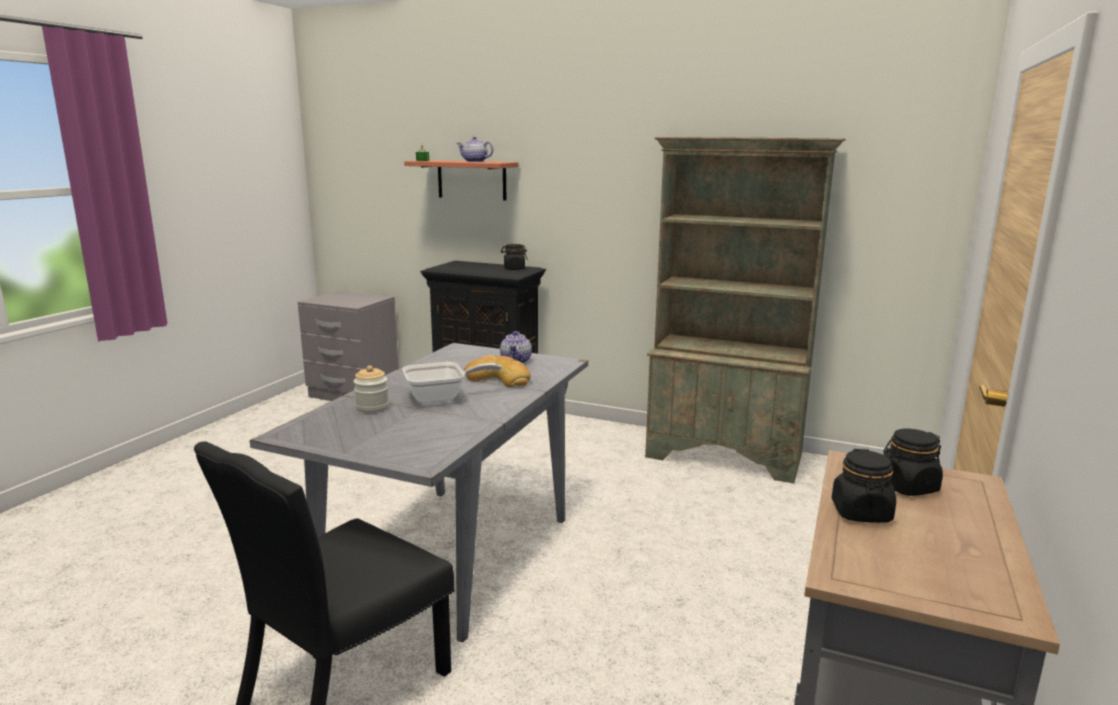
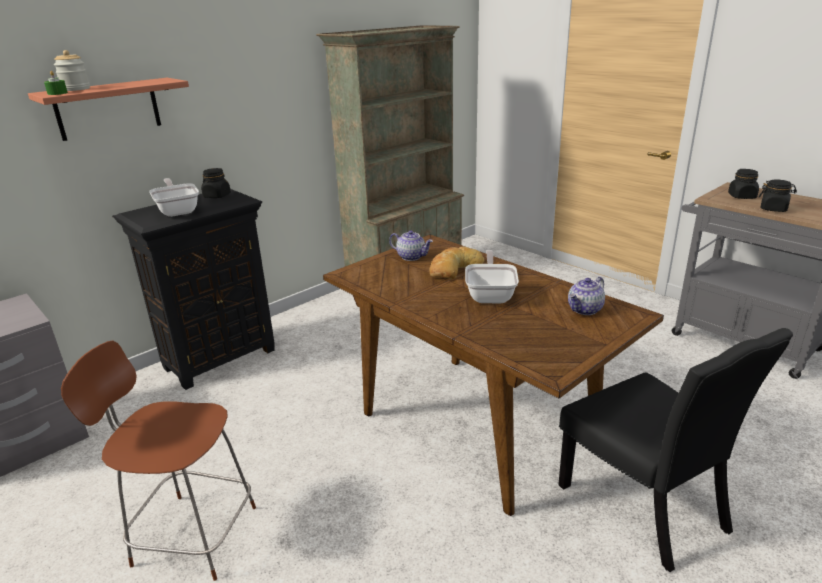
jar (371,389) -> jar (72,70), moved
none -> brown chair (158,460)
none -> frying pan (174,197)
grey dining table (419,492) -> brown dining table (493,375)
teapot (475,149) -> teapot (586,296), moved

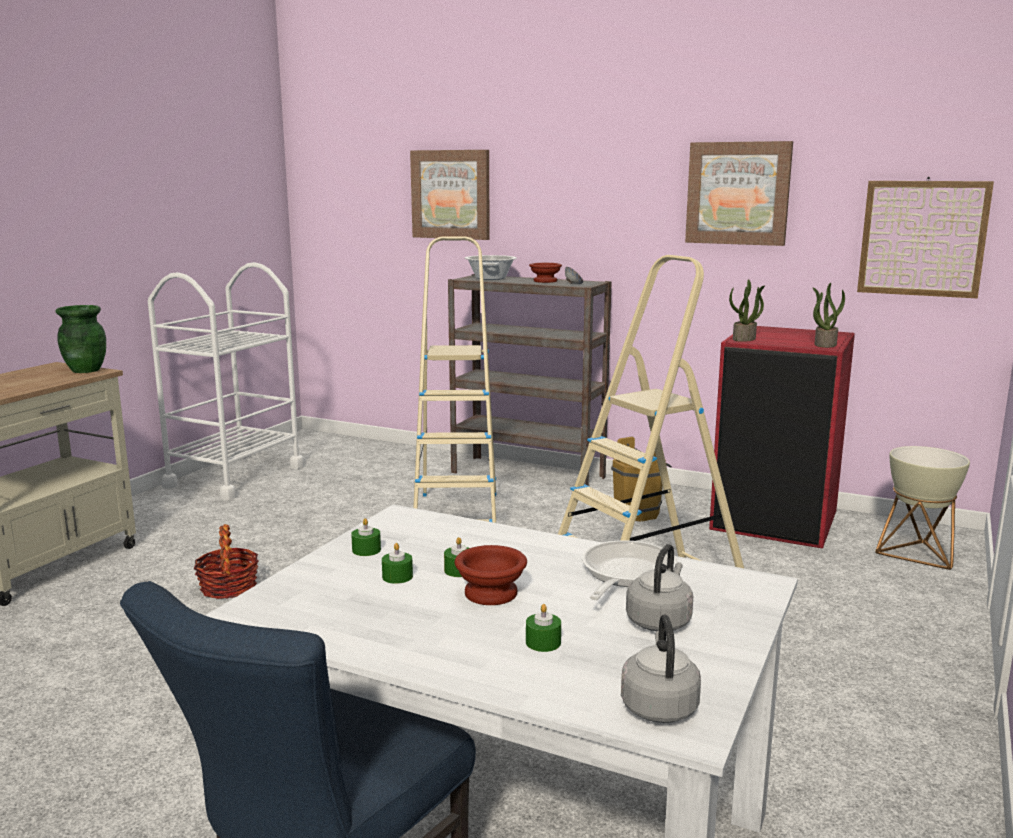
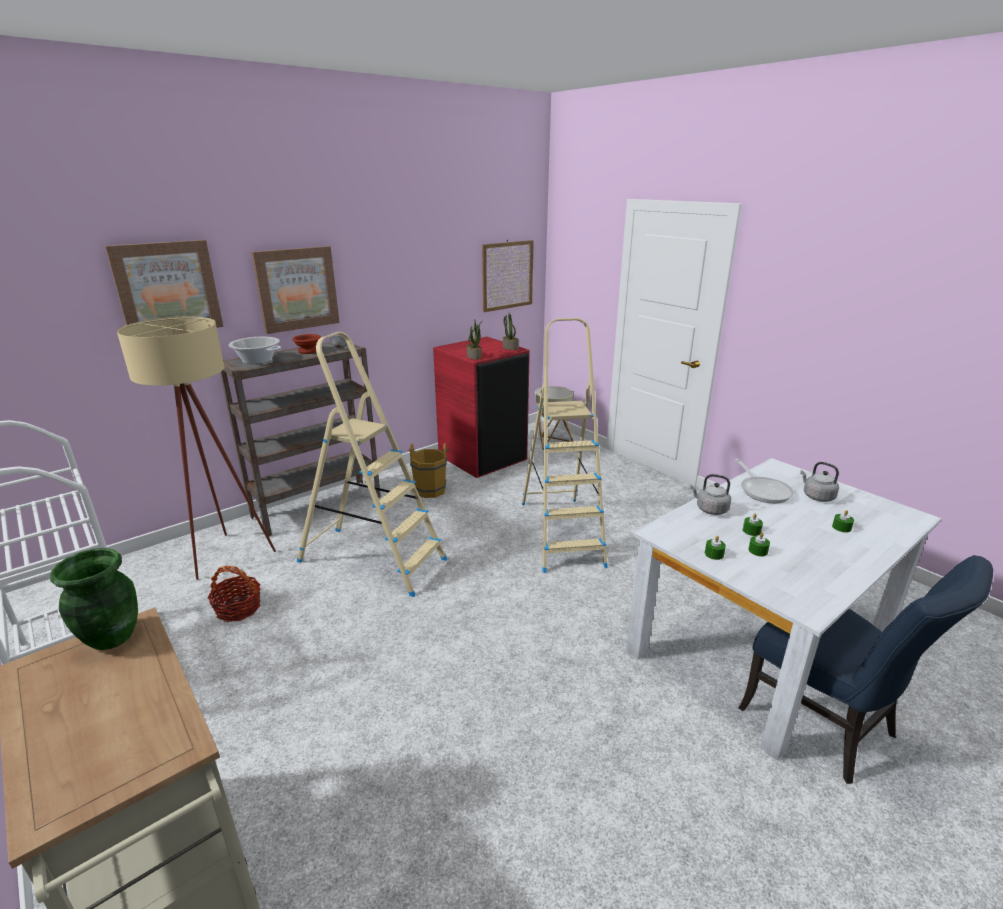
none -> beige floor lamp (196,448)
basket (226,561) -> basket (234,594), moved
picture (739,193) -> picture (295,290), moved
grey kettle (661,669) -> grey kettle (710,494), moved
frying pan (630,570) -> frying pan (764,481), 150 degrees counterclockwise
brown bowl (491,575) -> none

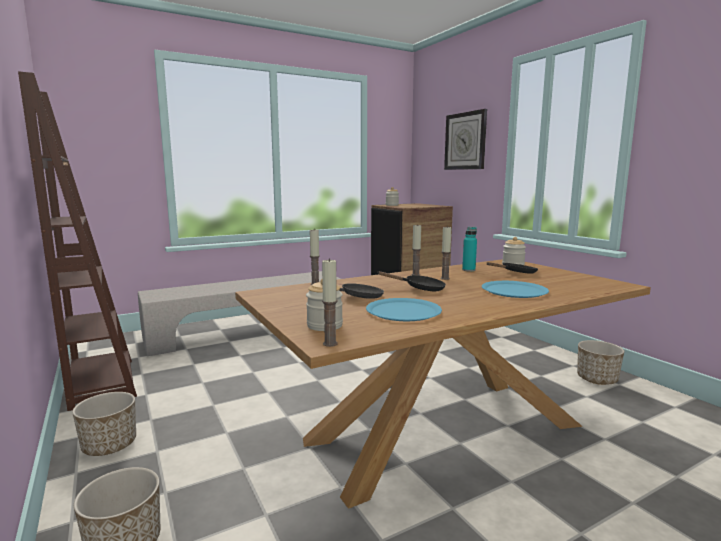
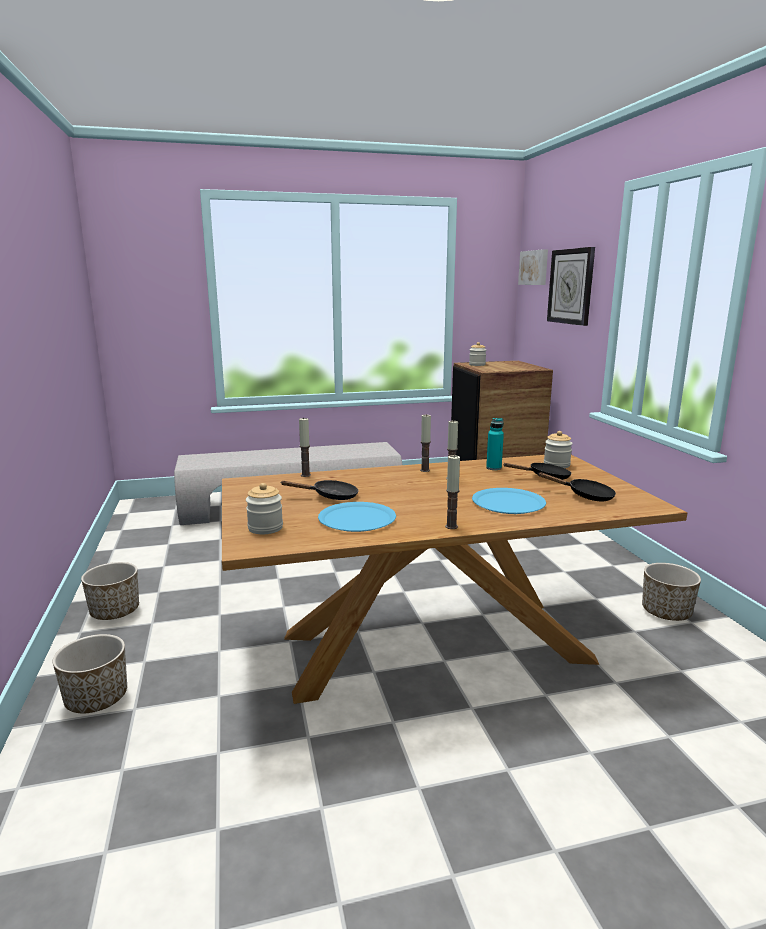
candle (330,302) -> candle (452,492), moved
none -> picture (533,267)
black frying pan (412,281) -> black frying pan (577,487), moved
brown bookcase (77,241) -> none

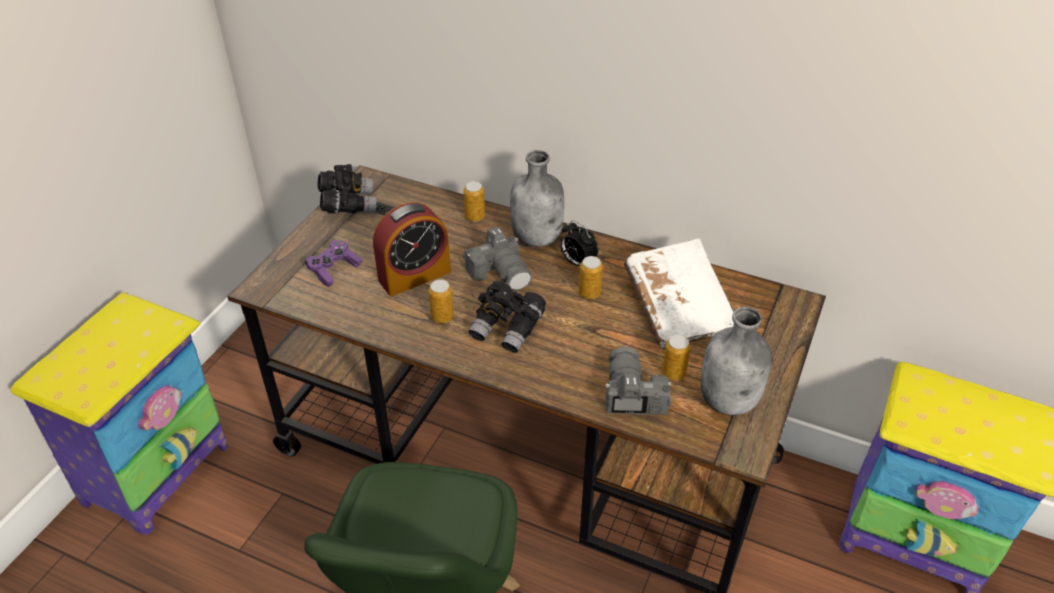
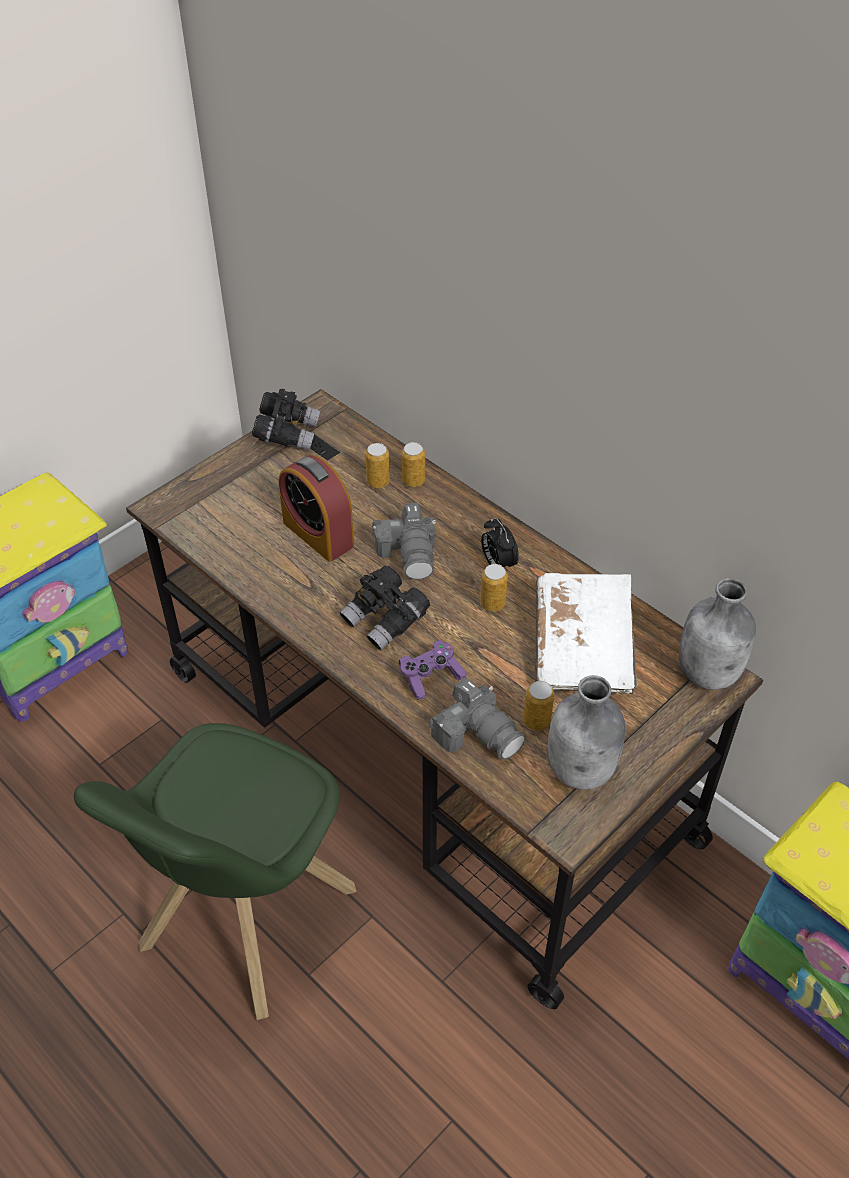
alarm clock (412,249) -> alarm clock (316,508), 60 degrees clockwise
can (441,301) -> can (377,465), moved
purple game controller (333,263) -> purple game controller (433,670), moved
photo camera (639,381) -> photo camera (477,718), 120 degrees clockwise
grey bottle (537,198) -> grey bottle (717,634), moved

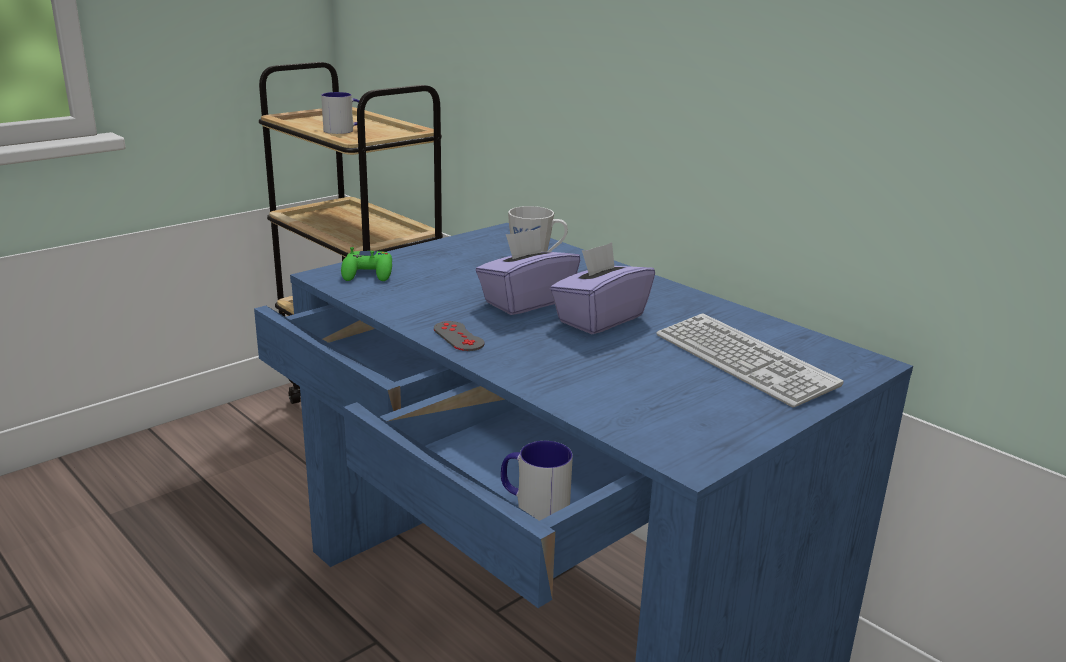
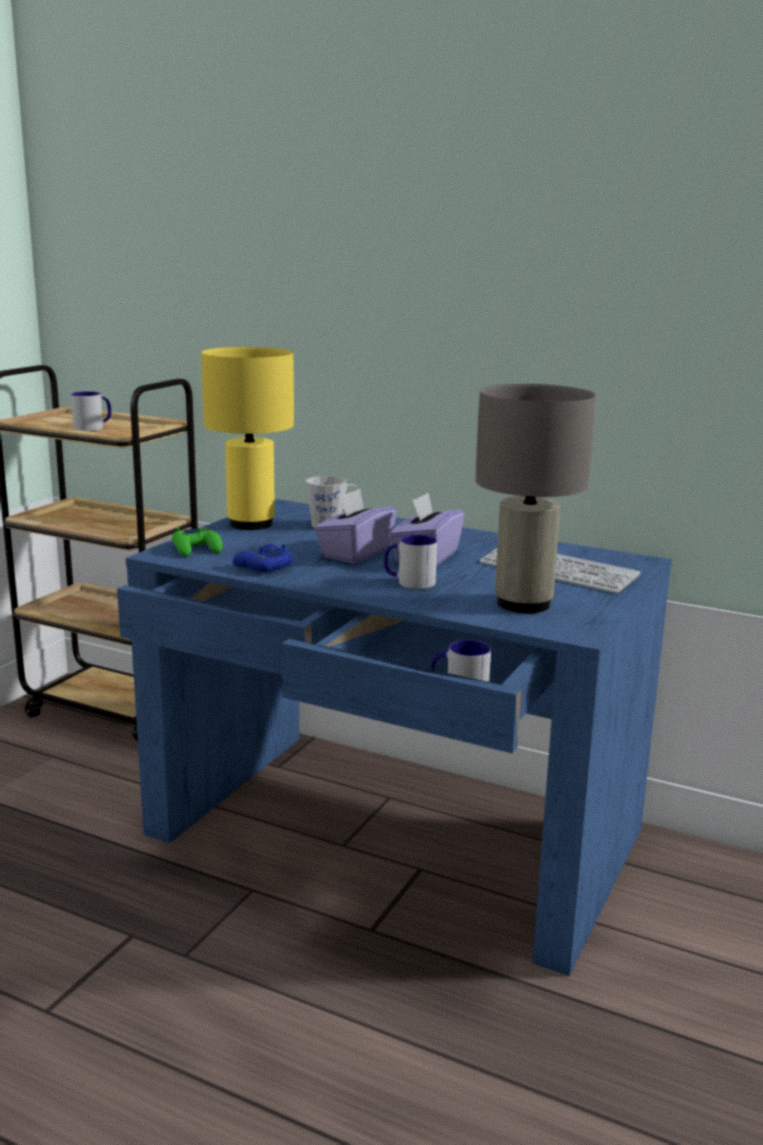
none -> yellow table lamp (247,438)
none -> blue game controller (263,558)
none -> mug (410,562)
none -> grey table lamp (536,498)
grey game controller (459,336) -> none

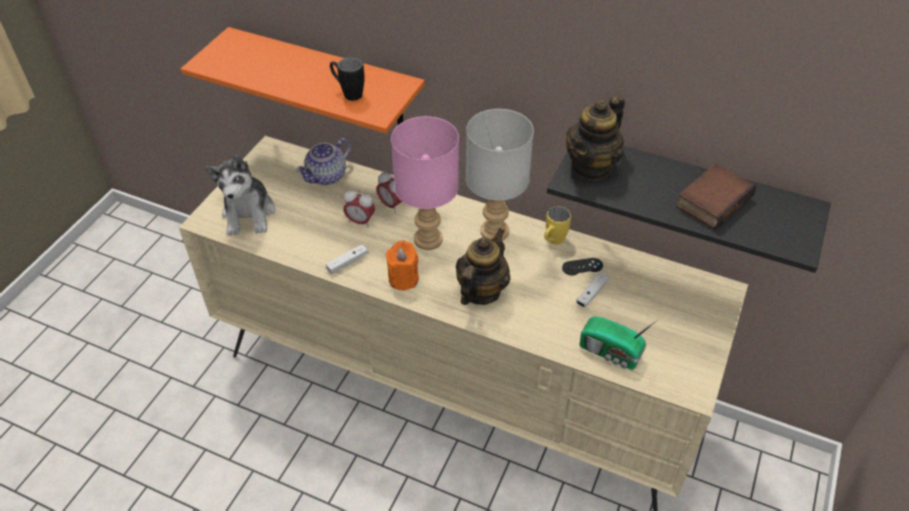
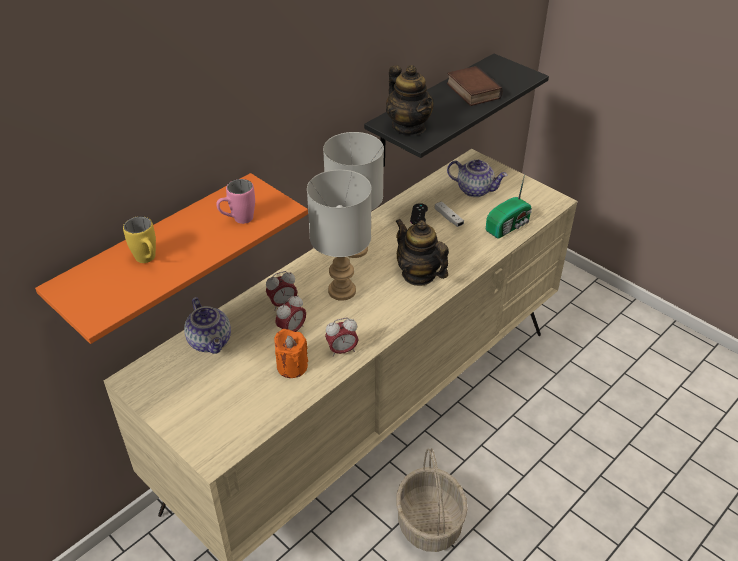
yellow mug (558,225) -> yellow mug (139,239), moved
black mug (347,79) -> pink mug (235,201)
orange candle (402,265) -> orange candle (291,353), moved
pink table lamp (425,183) -> grey table lamp (339,235)
white game controller (347,259) -> alarm clock (342,337)
none -> basket (432,500)
none -> teapot (477,178)
plush toy (240,195) -> none

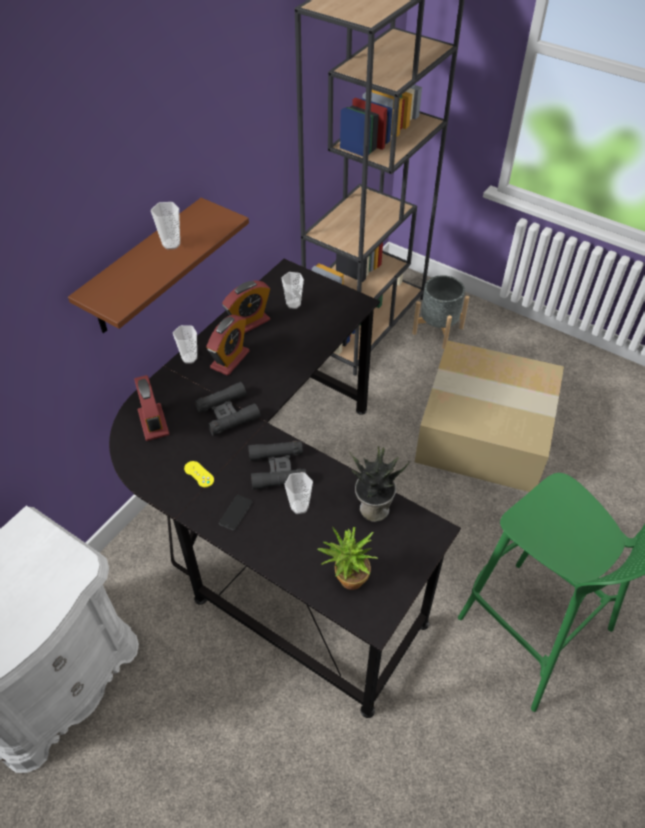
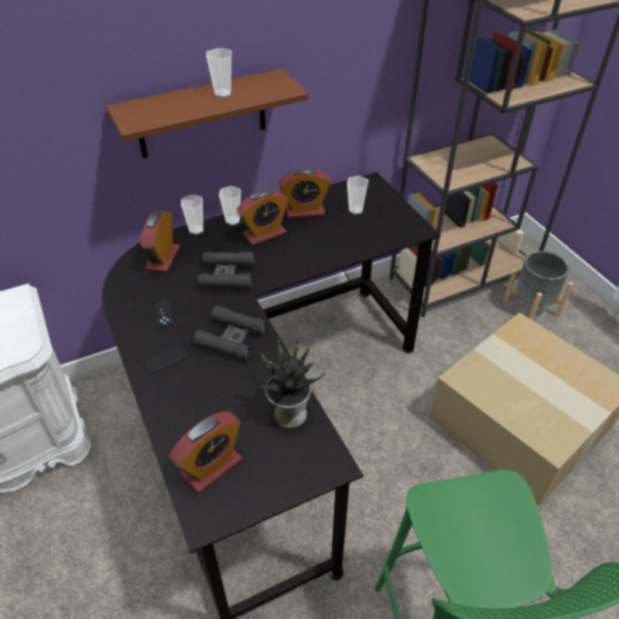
yellow game controller (199,474) -> black game controller (163,313)
potted plant (347,558) -> alarm clock (205,452)
cup (299,493) -> cup (192,215), moved

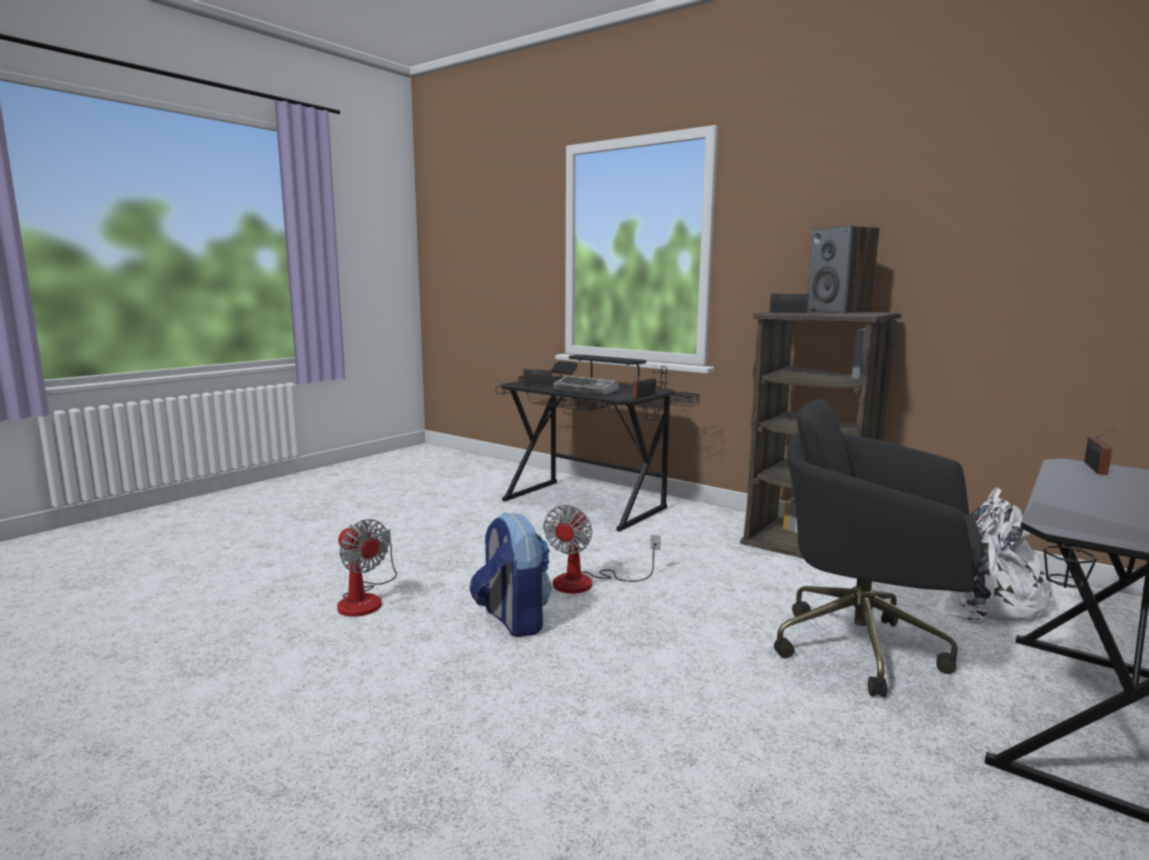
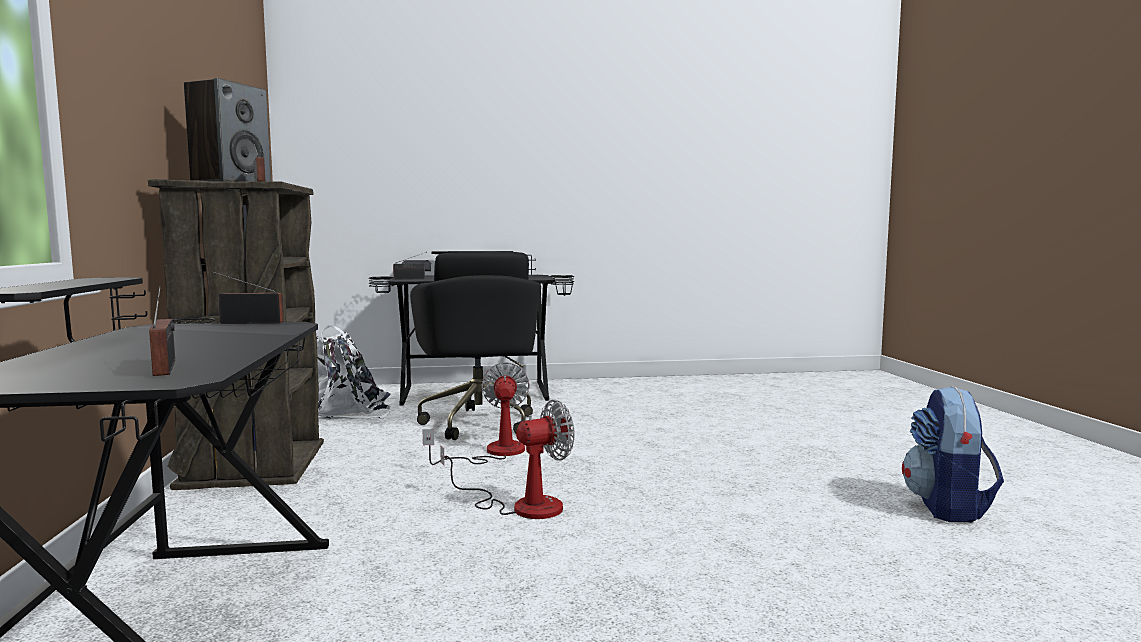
fan (367,568) -> fan (476,413), moved
backpack (510,574) -> backpack (953,454), moved
keyboard (586,385) -> none

